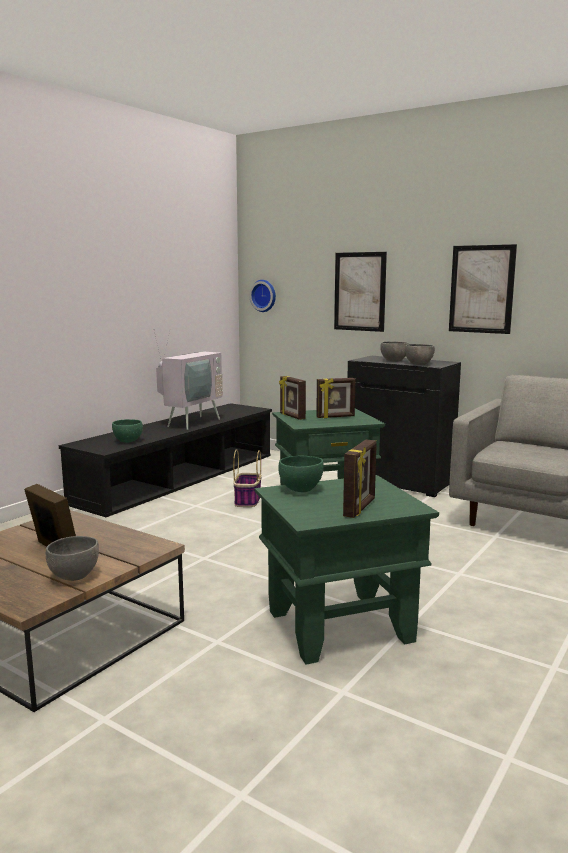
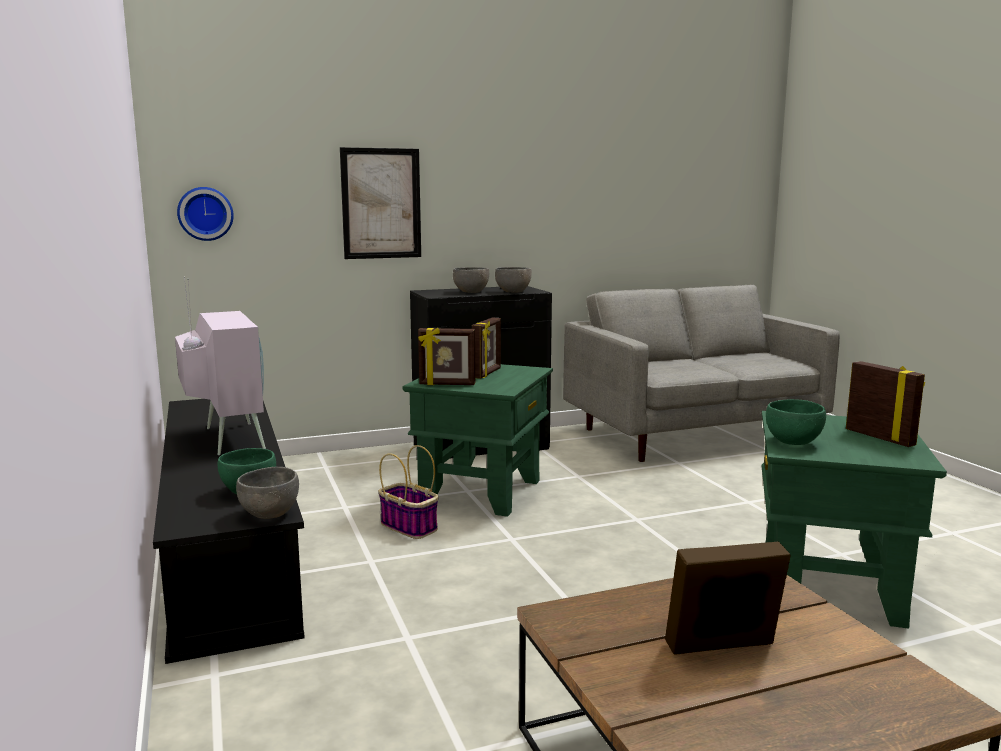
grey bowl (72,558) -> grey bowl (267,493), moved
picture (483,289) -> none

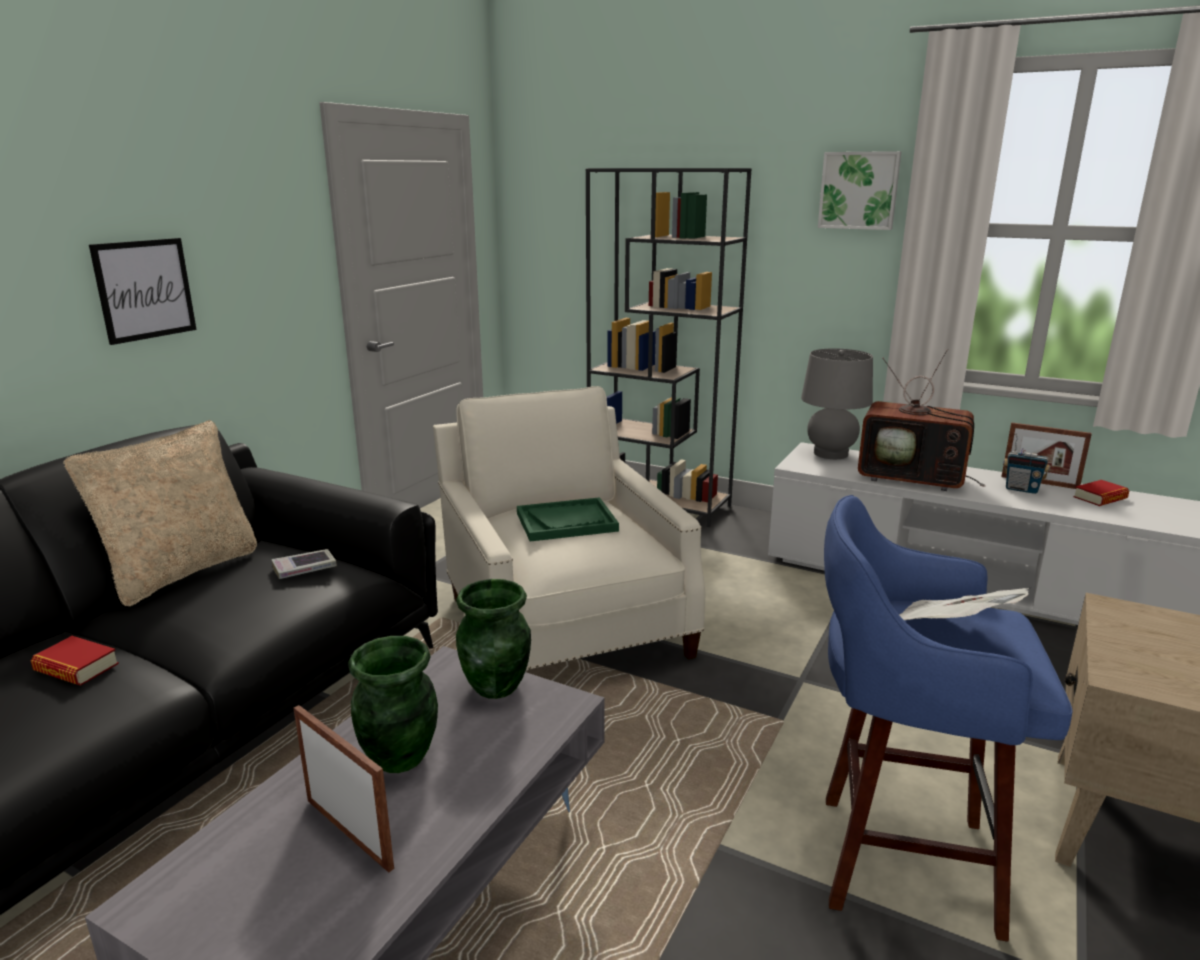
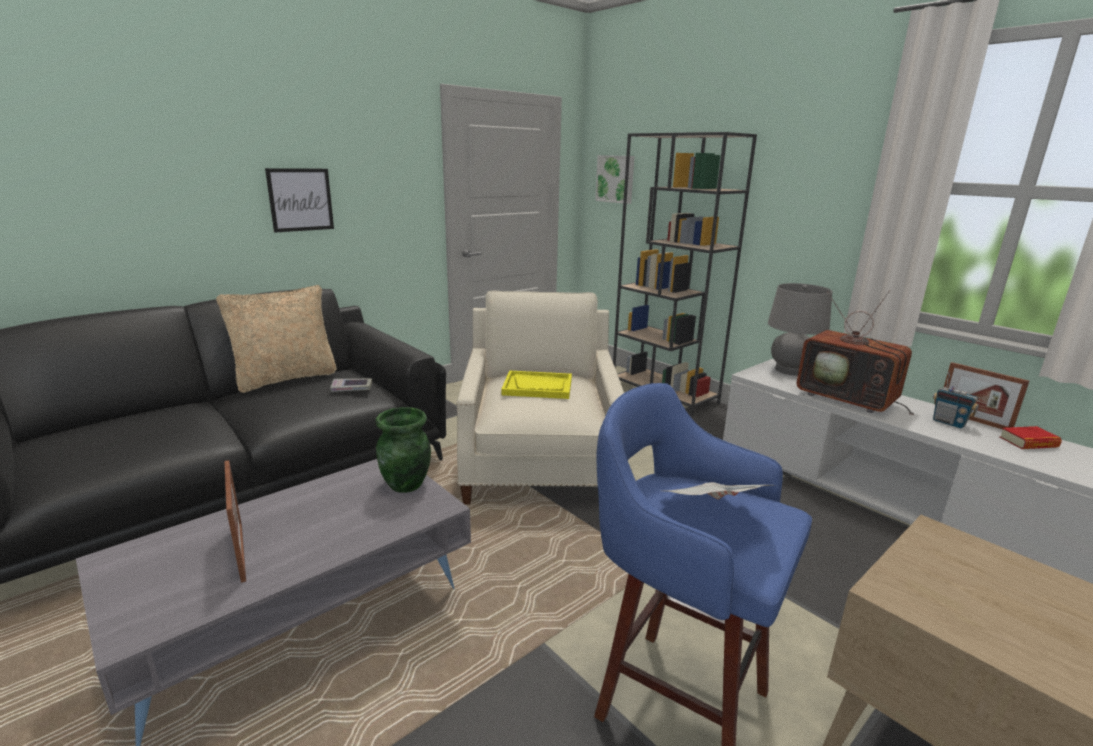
green tray (568,519) -> yellow tray (536,385)
picture (859,190) -> picture (615,179), moved
book (74,661) -> none
green vase (393,704) -> none

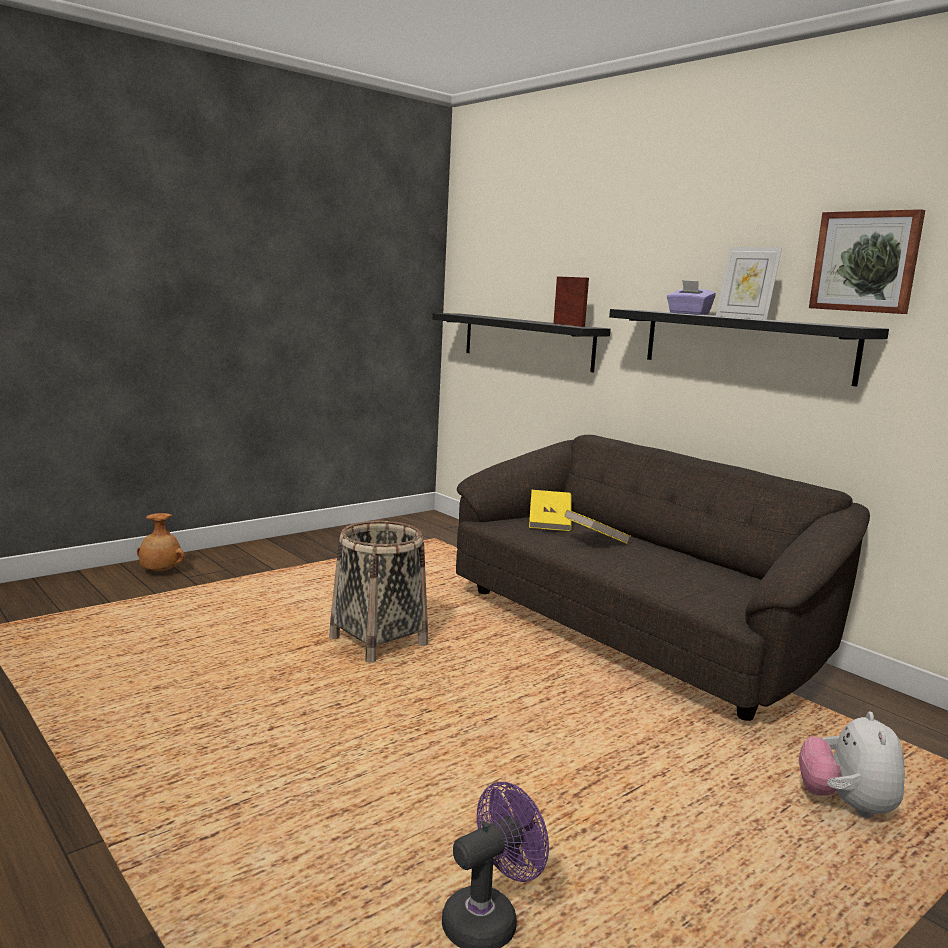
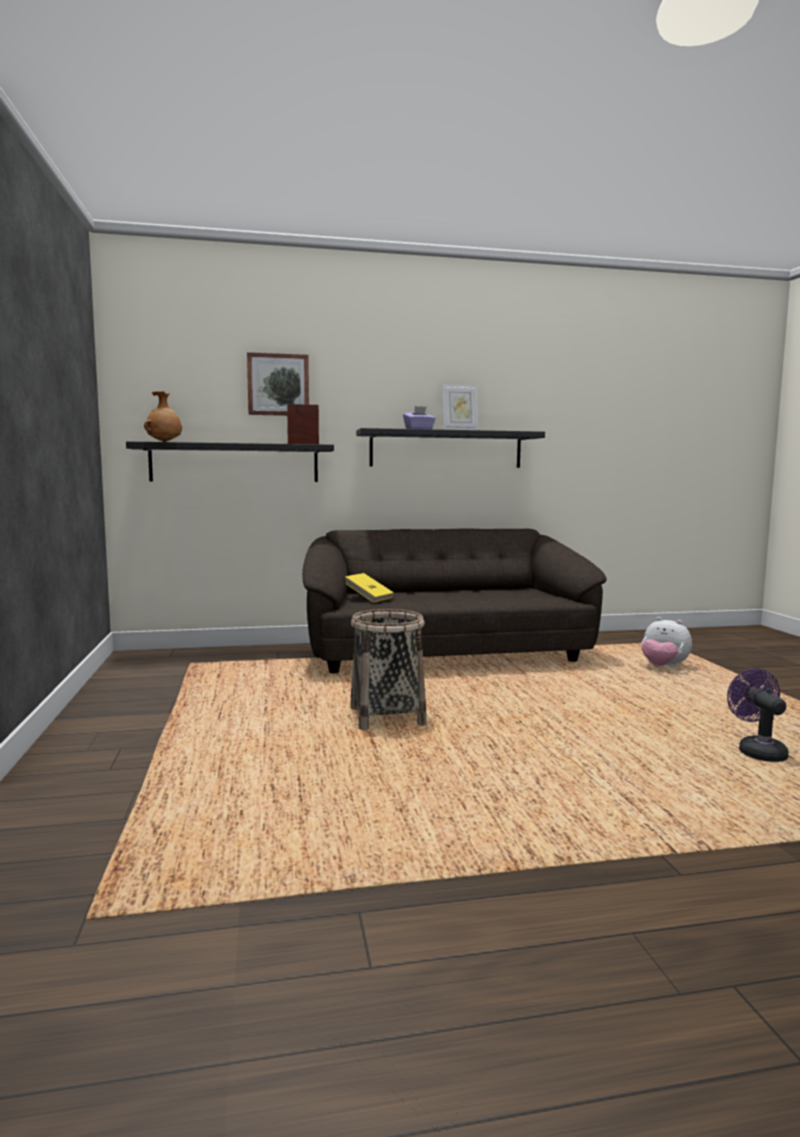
brown vase (161,542) -> brown vase (163,416), moved
picture (867,261) -> picture (278,384), moved
yellow book (597,526) -> none

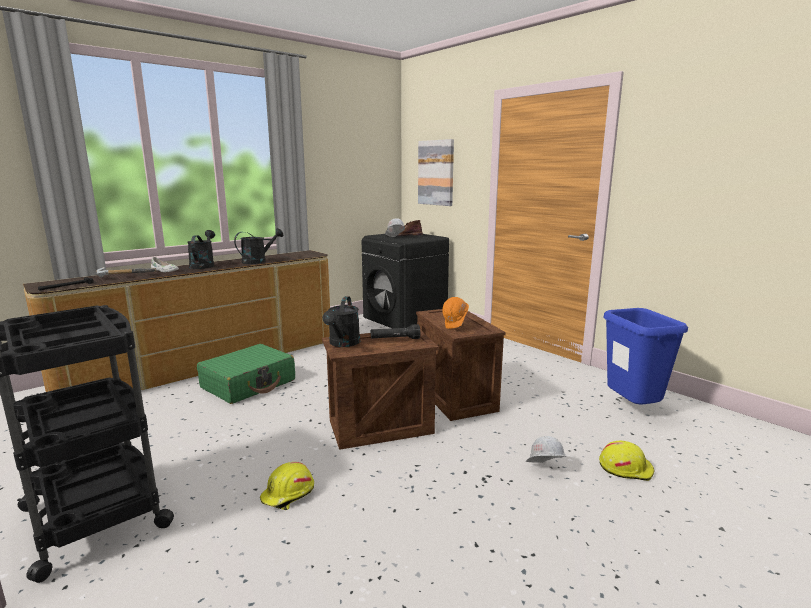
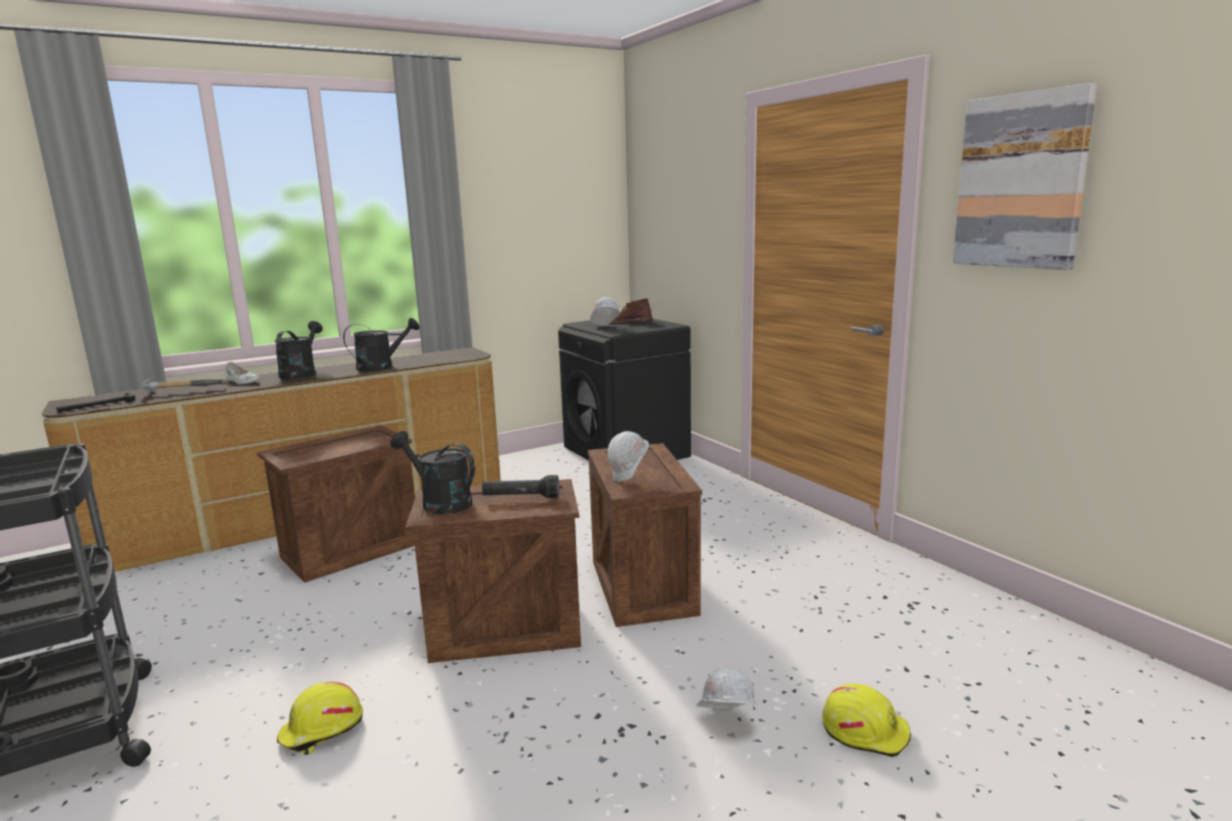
green suitcase (246,374) -> crate (336,503)
black watering can (341,321) -> black watering can (432,472), 105 degrees clockwise
orange hard hat (455,313) -> white hard hat (628,456)
picture (436,172) -> picture (1025,176), moved
blue trash can (645,356) -> none

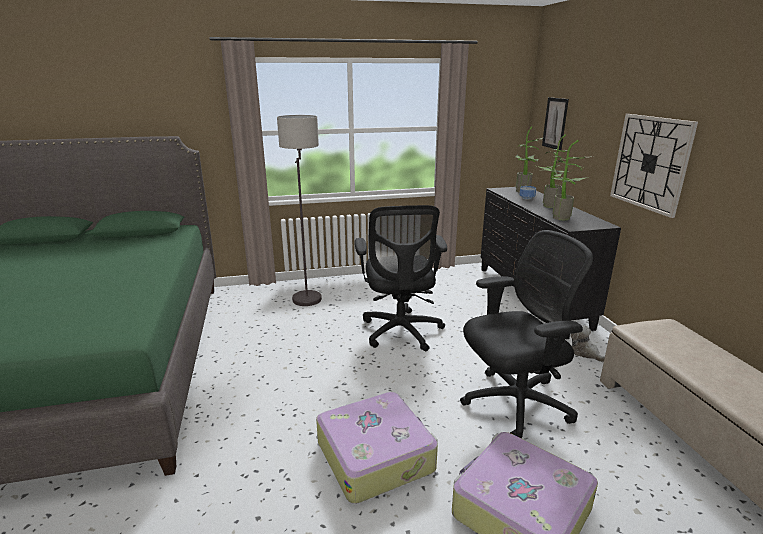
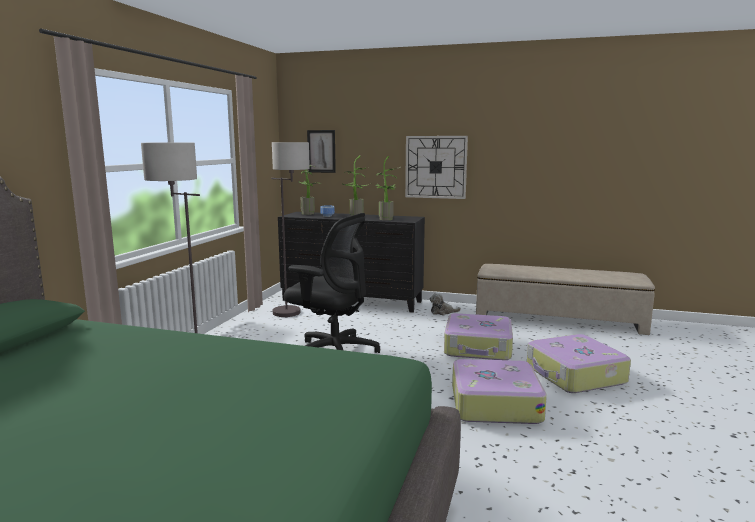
none -> grey floor lamp (290,229)
black office chair (526,334) -> suitcase (478,336)

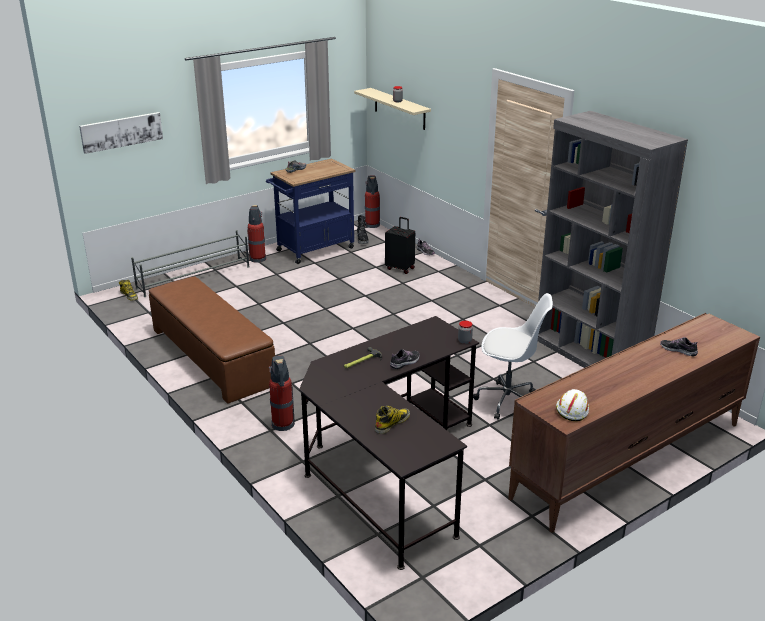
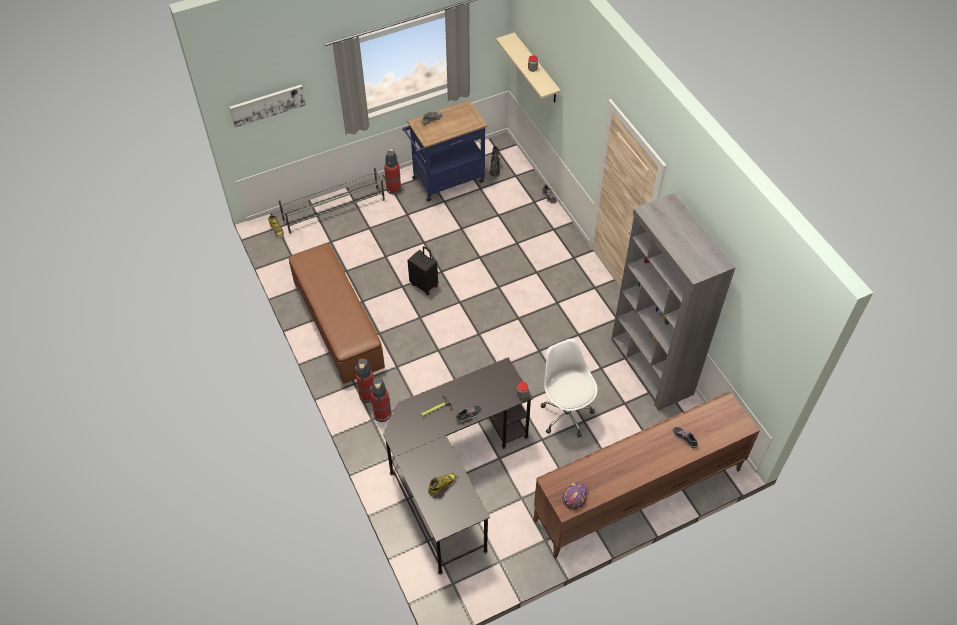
fire extinguisher (372,201) -> fire extinguisher (364,381), moved
black suitcase (400,245) -> black suitcase (422,270), moved
white office chair (513,356) -> white office chair (569,388), 135 degrees counterclockwise
white hard hat (572,405) -> purple hard hat (575,496)

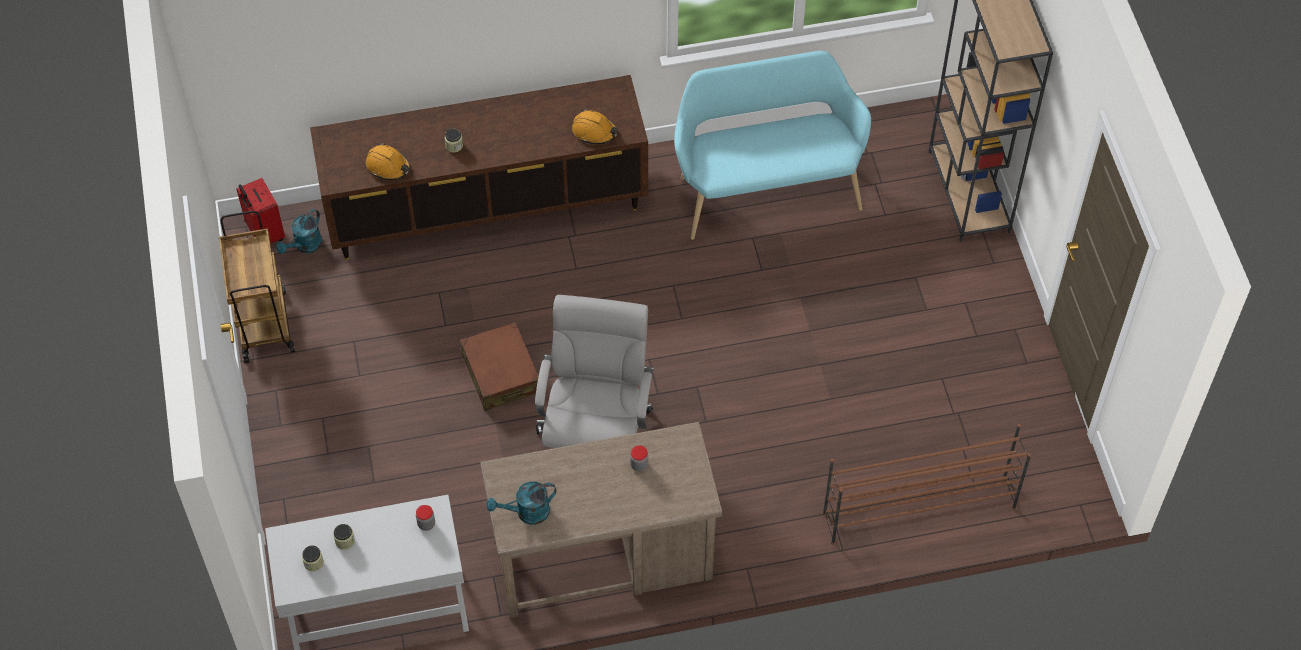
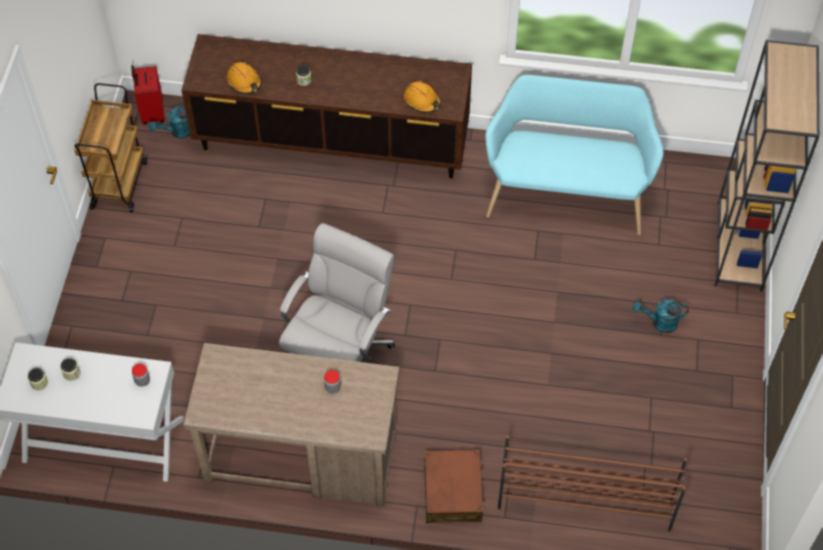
brown suitcase (499,366) -> brown suitcase (454,486), moved
turquoise watering can (521,503) -> turquoise watering can (661,316), moved

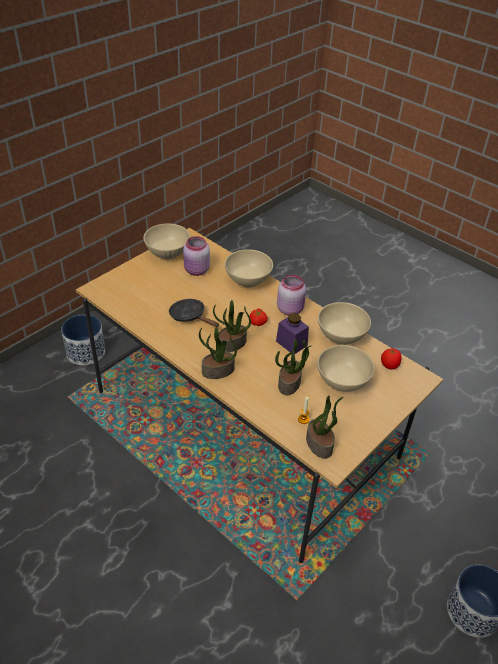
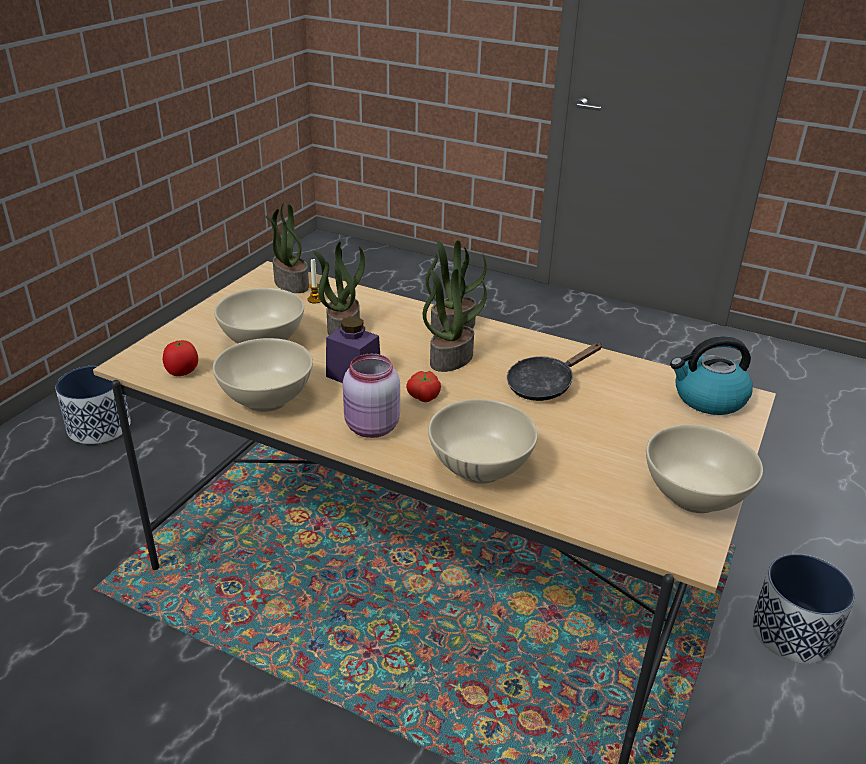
black frying pan (194,313) -> black frying pan (554,372), 120 degrees clockwise
none -> kettle (711,375)
pink jar (196,256) -> none

